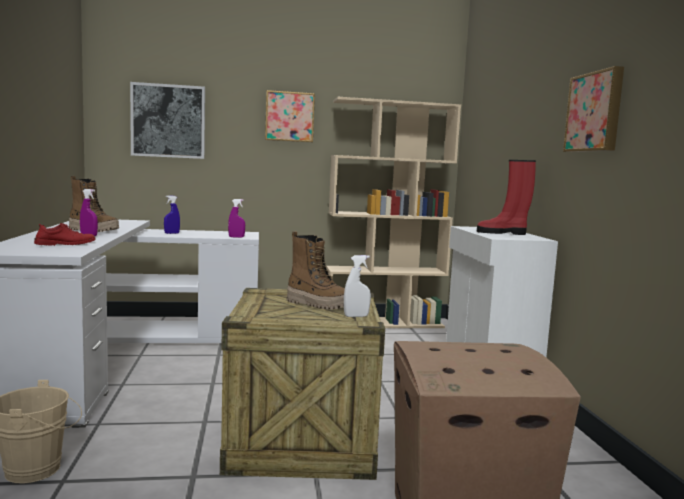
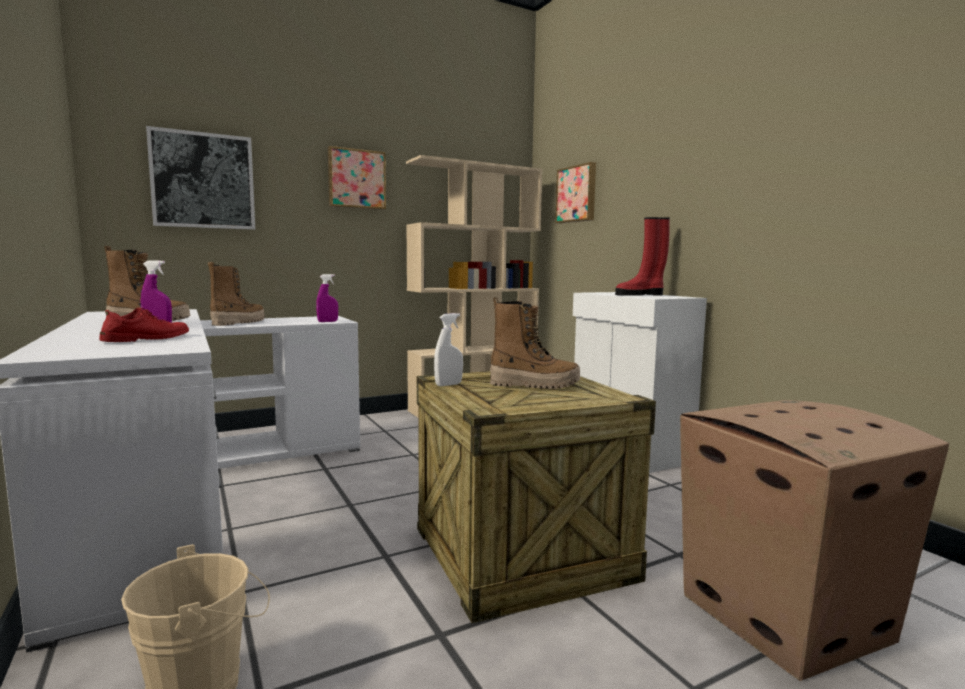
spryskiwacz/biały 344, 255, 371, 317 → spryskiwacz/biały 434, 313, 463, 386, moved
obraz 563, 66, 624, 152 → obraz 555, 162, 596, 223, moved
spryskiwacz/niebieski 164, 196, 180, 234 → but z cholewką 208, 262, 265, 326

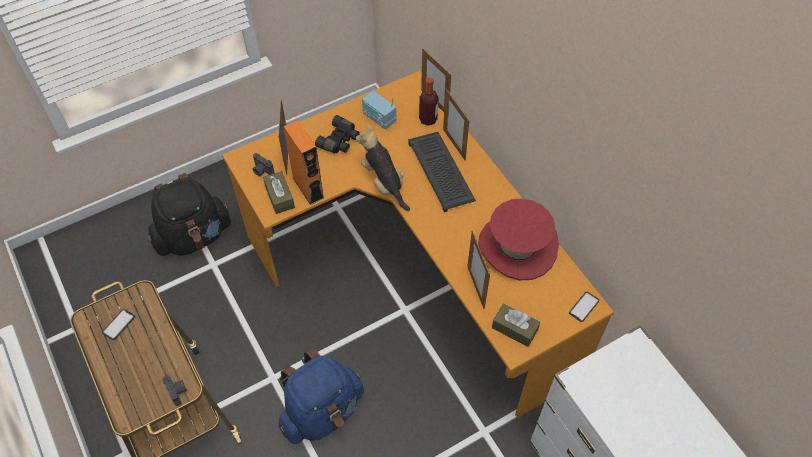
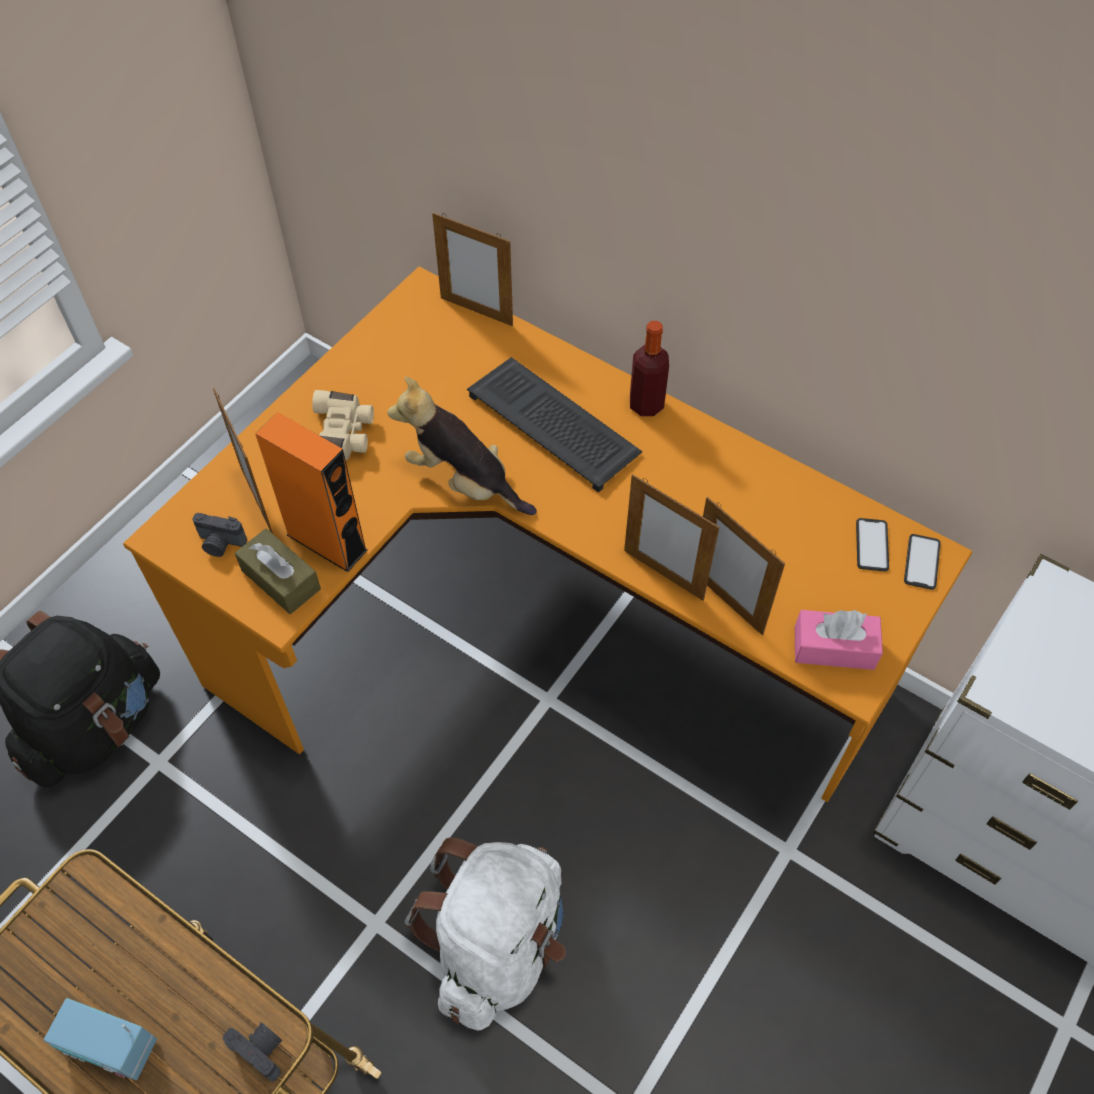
kapelusz/czerwony 478, 198, 559, 280 → -
telefon 102, 309, 135, 340 → telefon 856, 518, 889, 571, moved
radio 362, 90, 396, 130 → radio 44, 998, 157, 1080, moved
butelka 419, 77, 439, 126 → butelka 630, 321, 669, 416, moved
ramka na zdjęcie 443, 89, 469, 161 → ramka na zdjęcie 624, 474, 719, 601, moved
plecak/niebieski 279, 348, 364, 444 → plecak/biały 404, 837, 566, 1031
lornetka/czarny 315, 115, 360, 153 → lornetka/beżowy 312, 390, 374, 461
pudełko chusteczek/brązowy 492, 304, 540, 347 → pudełko chusteczek/różowy 795, 610, 883, 670

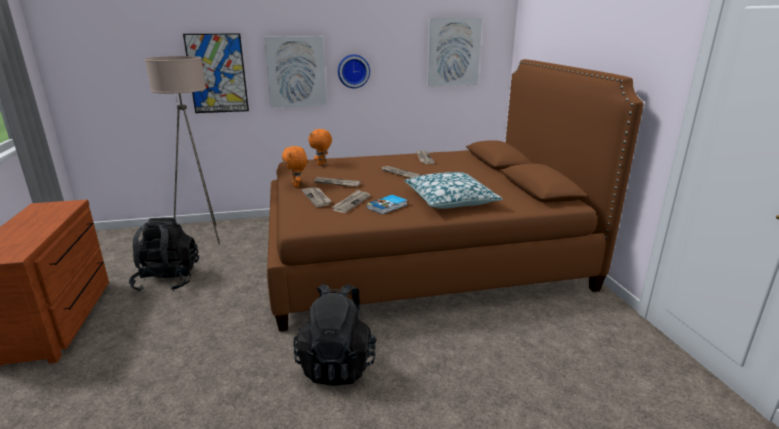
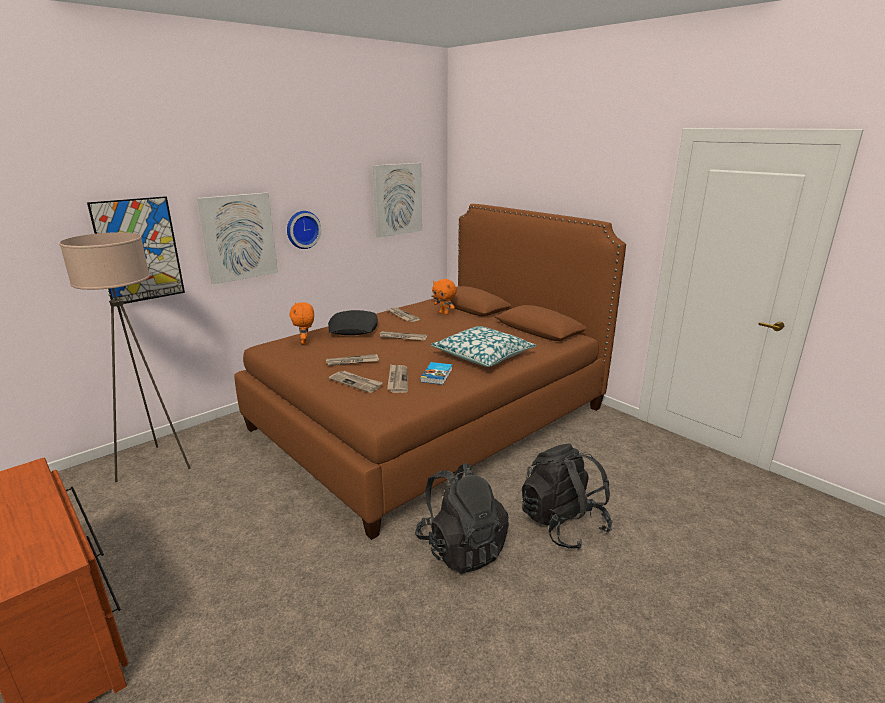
- → poduszka/czarny 328, 310, 378, 335
plecak/czarny 129, 218, 199, 292 → plecak/czarny 522, 443, 612, 549, moved
pluszak/pomarańczowy 282, 146, 307, 187 → pluszak/pomarańczowy 432, 279, 457, 315, moved

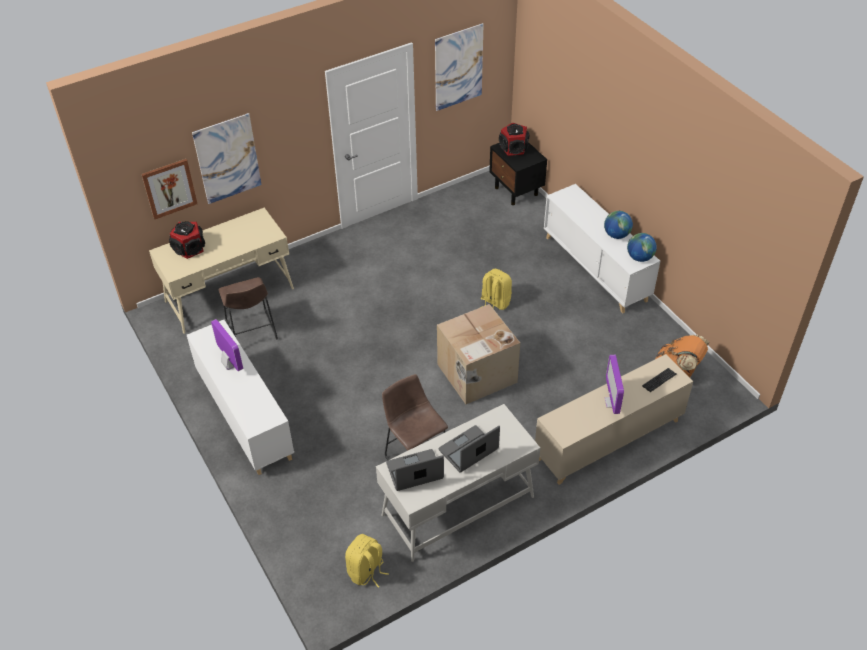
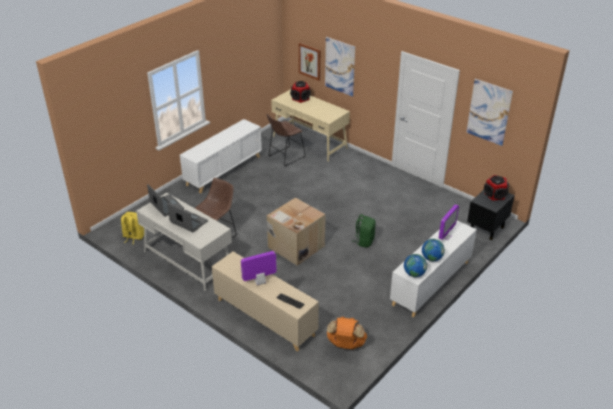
monitor 211, 319, 243, 371 → monitor 439, 204, 459, 240, moved
plecak/żółty 480, 269, 512, 310 → plecak/zielony 354, 214, 376, 247

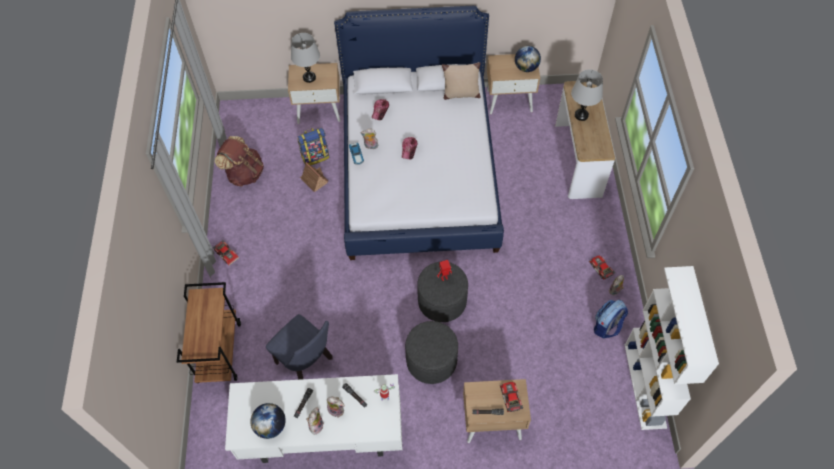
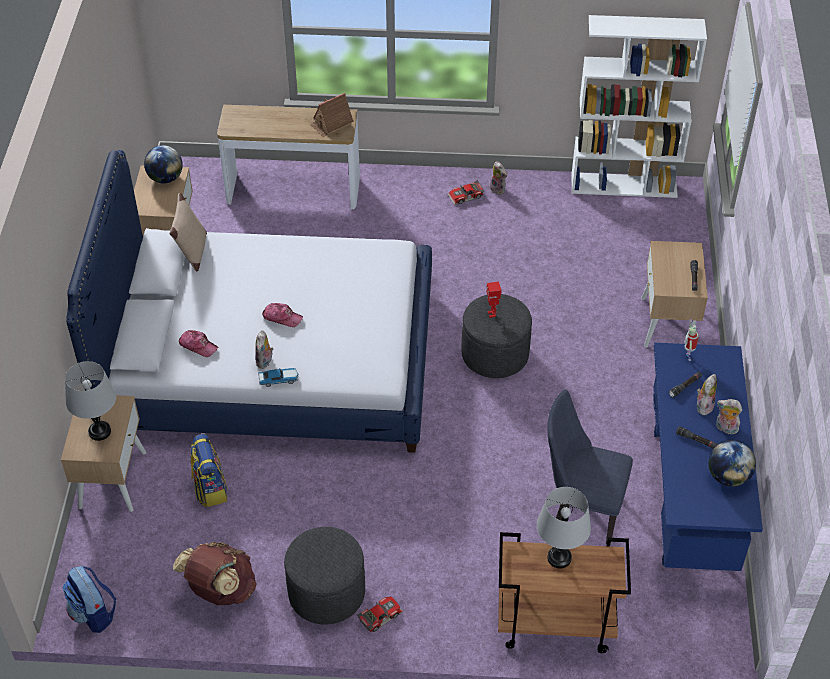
samochodzik 500, 382, 523, 412 → -
domek 300, 162, 328, 192 → domek 310, 93, 354, 137, moved
pufa/szary 405, 321, 458, 384 → pufa/szary 284, 527, 365, 625, moved
lampa stołowa/szary 571, 70, 603, 121 → lampa stołowa/szary 537, 487, 591, 569, moved
plecak 594, 300, 628, 338 → plecak 63, 566, 116, 633, moved
biurko/biały 225, 374, 402, 463 → biurko/niebieski 653, 343, 763, 571
krzesło/niebieski 266, 314, 333, 380 → krzesło/niebieski 547, 389, 633, 544, 120 degrees counterclockwise

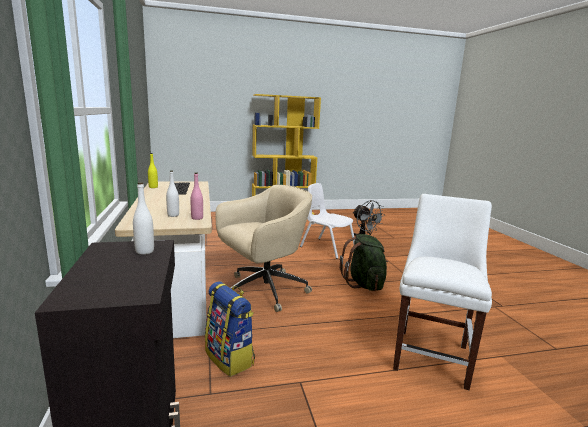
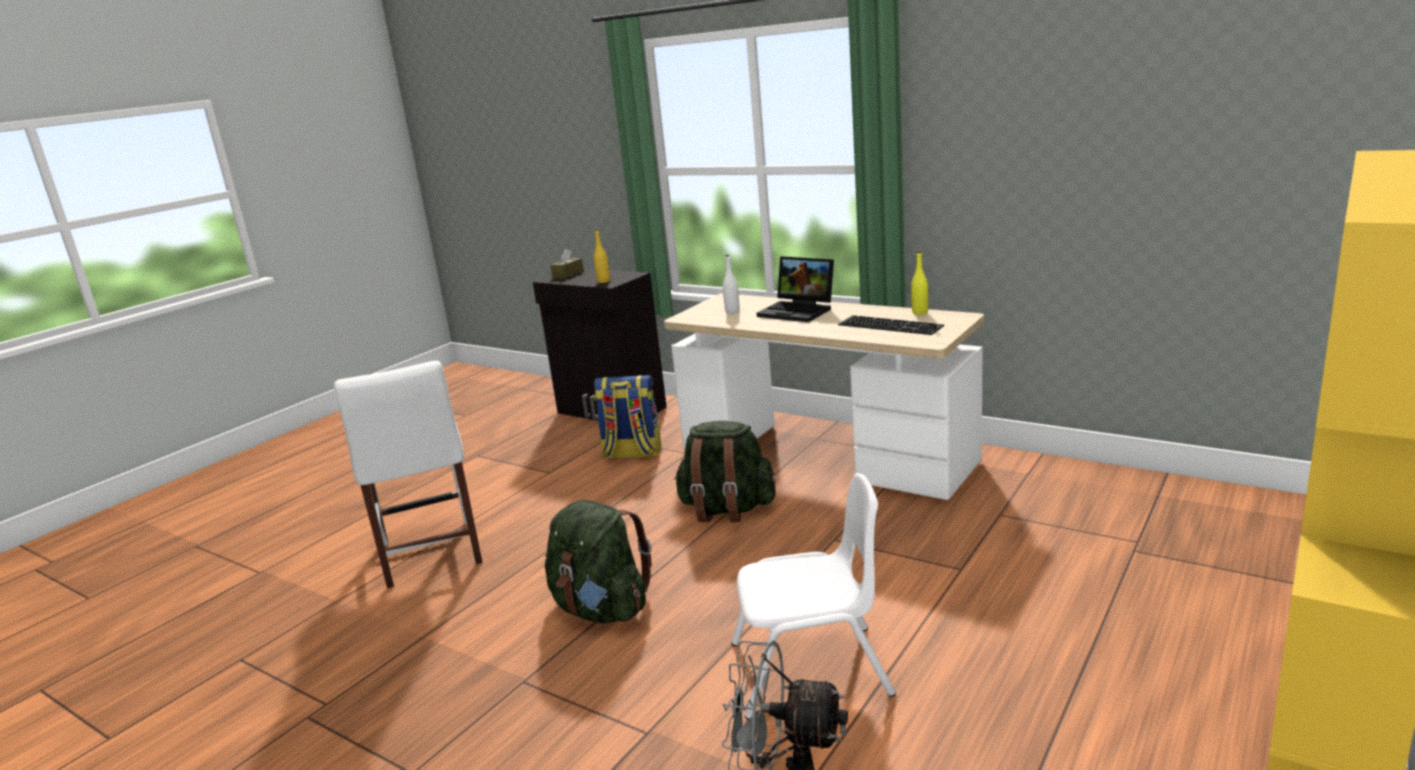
butelka/różowy 191, 173, 203, 220 → -
- → pudełko chusteczek/brązowy 550, 249, 584, 279
- → laptop 757, 256, 834, 322
krzesło biurowe/beżowy 215, 185, 312, 312 → plecak/zielony 674, 421, 776, 522
butelka/biały 133, 182, 154, 255 → butelka/żółty 594, 229, 610, 283

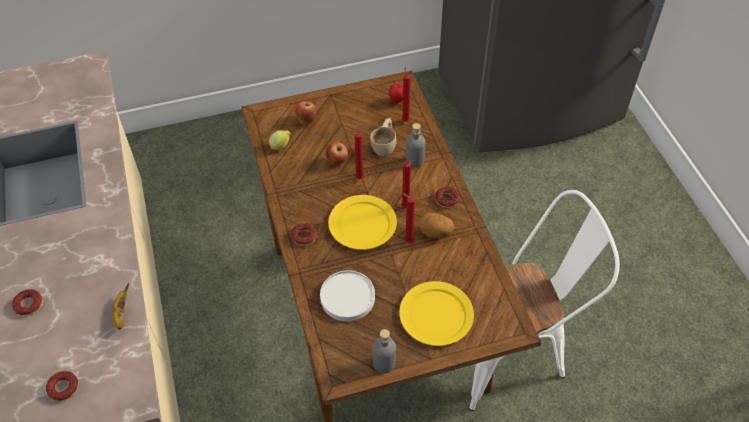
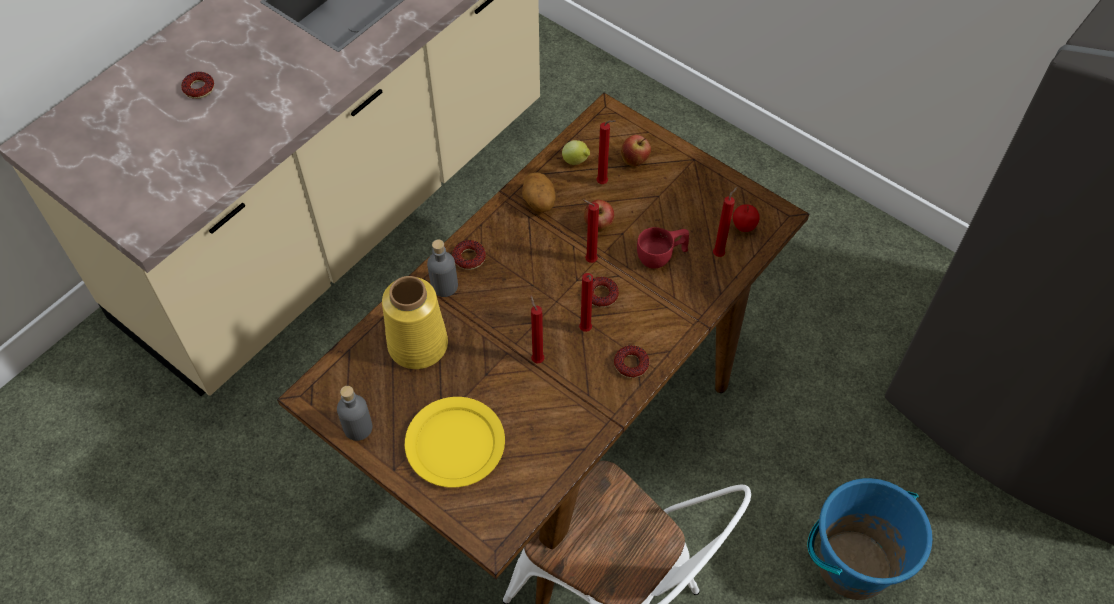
banan 113, 283, 129, 330 → -
talerz/żółty 328, 195, 397, 250 → -
- → świeca/czerwony 596, 120, 616, 184
- → wiadro/niebieski 807, 478, 932, 600
donut 46, 371, 78, 401 → donut 592, 277, 619, 307, moved
butelka/szary 406, 123, 426, 168 → butelka/szary 427, 239, 458, 297, moved
ziemniak 418, 213, 454, 238 → ziemniak 522, 172, 556, 212, moved
talerz/biały 320, 270, 375, 322 → wazon/żółty 382, 276, 448, 369
filiżanka/beżowy 370, 118, 397, 156 → filiżanka/czerwony 637, 227, 689, 269

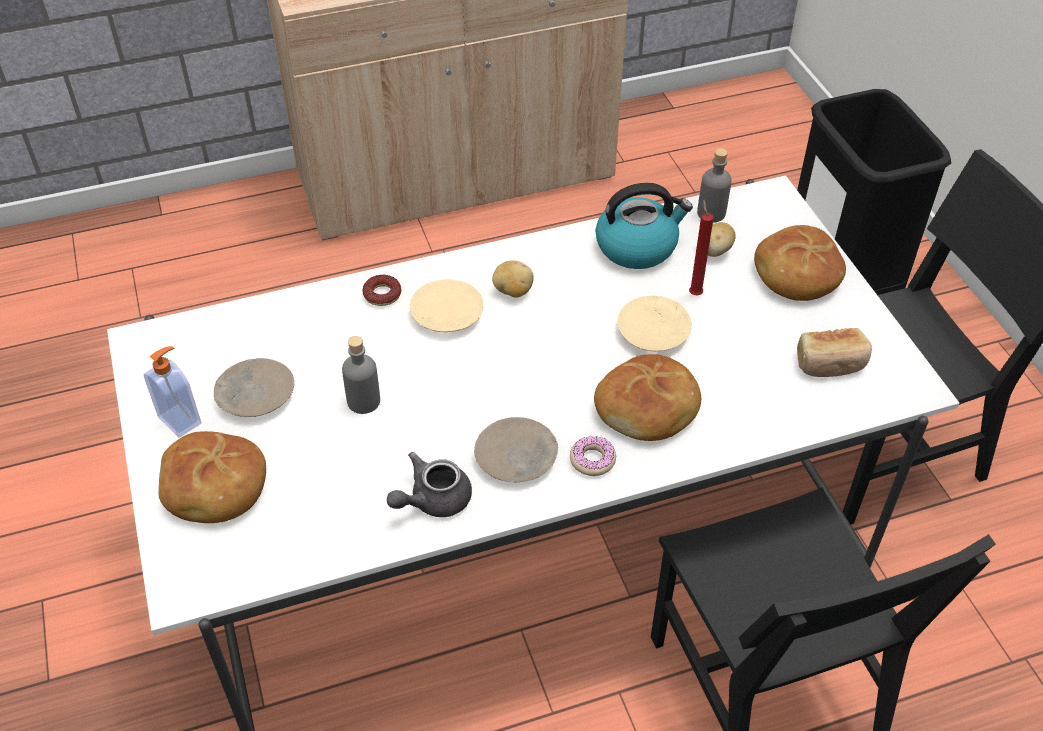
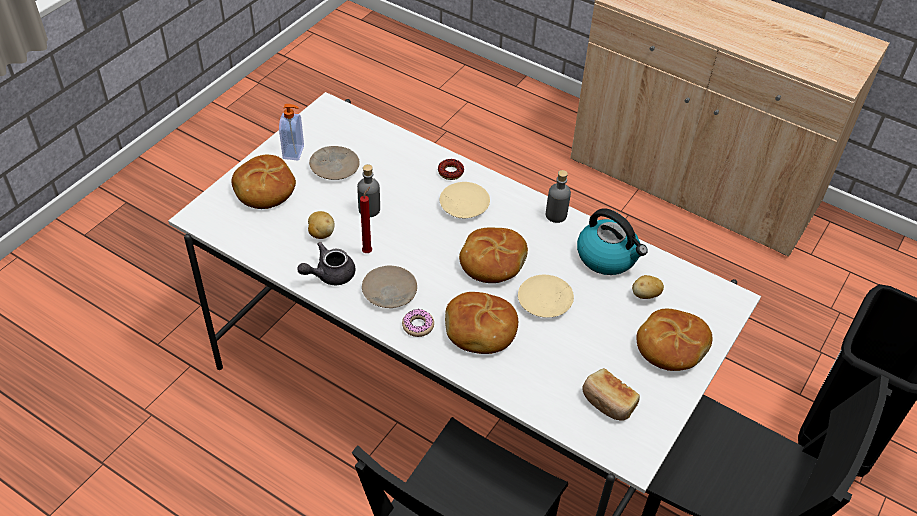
- → chleb 459, 228, 528, 283
ziemniak 492, 261, 534, 298 → ziemniak 308, 211, 335, 239, moved
świeca/czerwony 689, 199, 713, 295 → świeca/czerwony 360, 187, 372, 253, moved
butelka/szary 697, 148, 732, 223 → butelka/szary 546, 170, 571, 223, moved
imbryk/szary 387, 452, 472, 517 → imbryk/szary 297, 242, 356, 285, 45 degrees counterclockwise

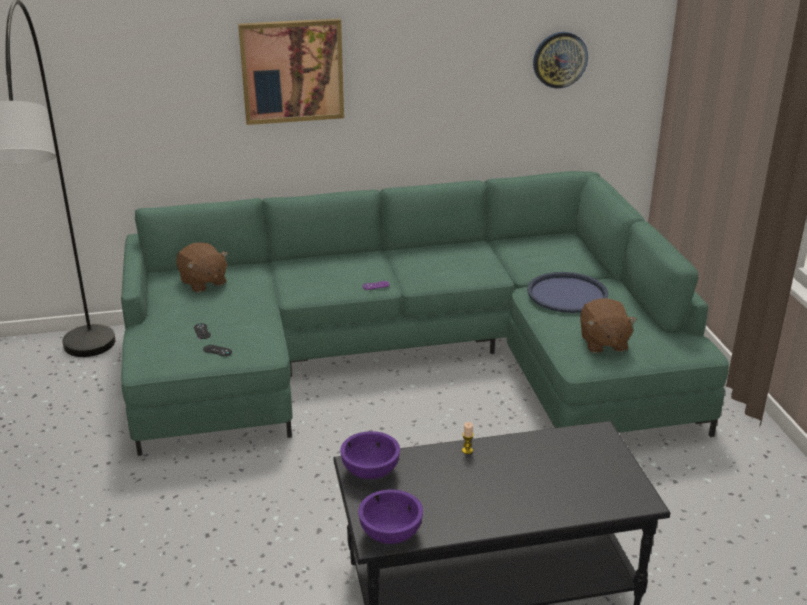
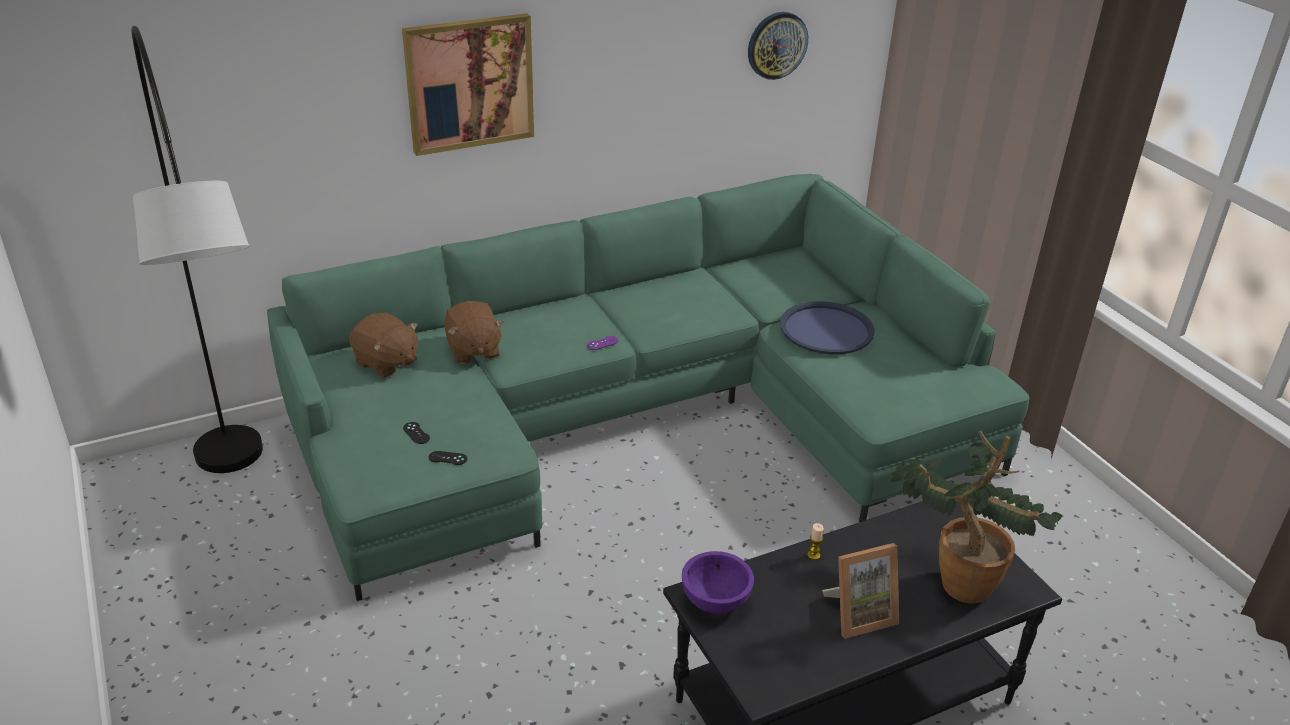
miska/fioletowy 358, 489, 423, 544 → -
- → ramka na zdjęcie 822, 543, 899, 639
- → roślina doniczkowa 891, 431, 1062, 604
pluszak/brązowy 580, 298, 637, 353 → pluszak/brązowy 444, 301, 504, 364, moved

